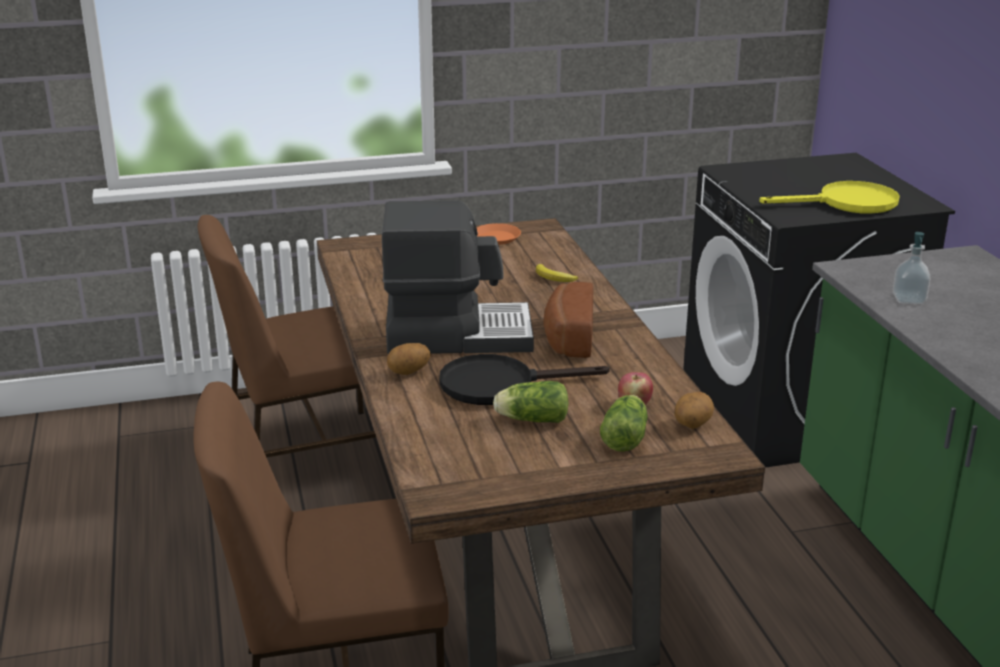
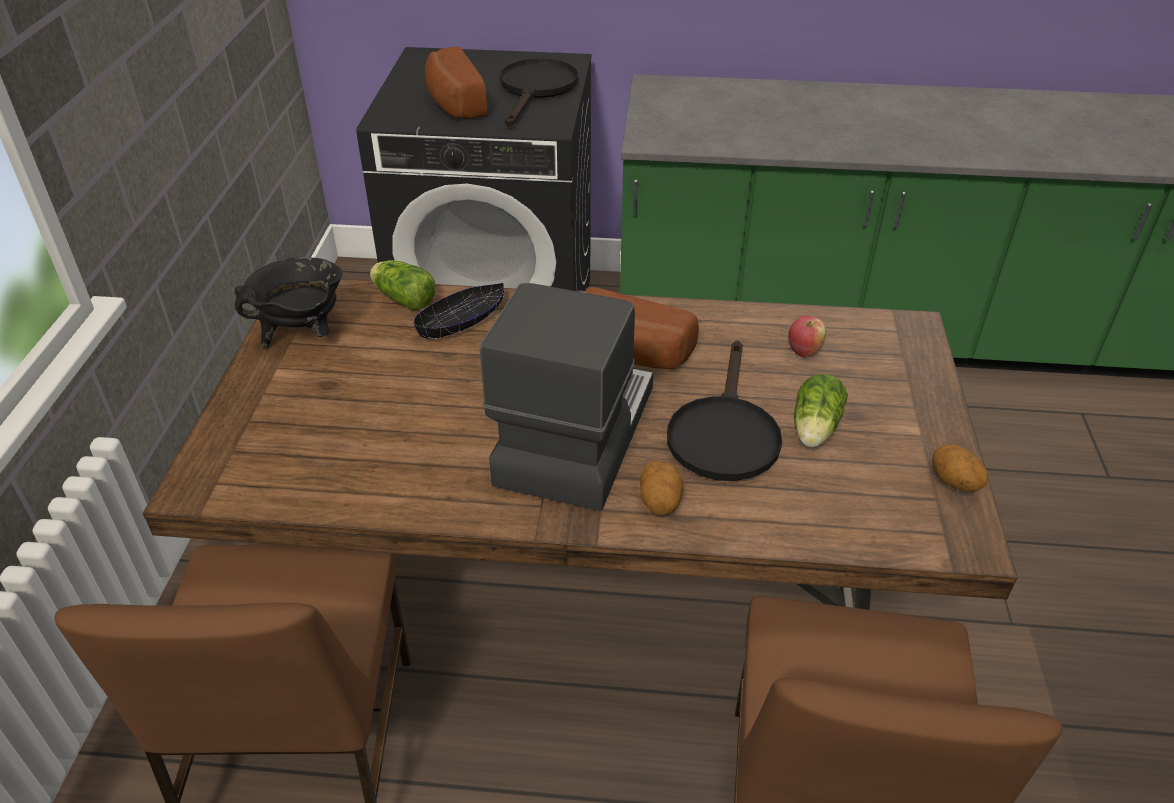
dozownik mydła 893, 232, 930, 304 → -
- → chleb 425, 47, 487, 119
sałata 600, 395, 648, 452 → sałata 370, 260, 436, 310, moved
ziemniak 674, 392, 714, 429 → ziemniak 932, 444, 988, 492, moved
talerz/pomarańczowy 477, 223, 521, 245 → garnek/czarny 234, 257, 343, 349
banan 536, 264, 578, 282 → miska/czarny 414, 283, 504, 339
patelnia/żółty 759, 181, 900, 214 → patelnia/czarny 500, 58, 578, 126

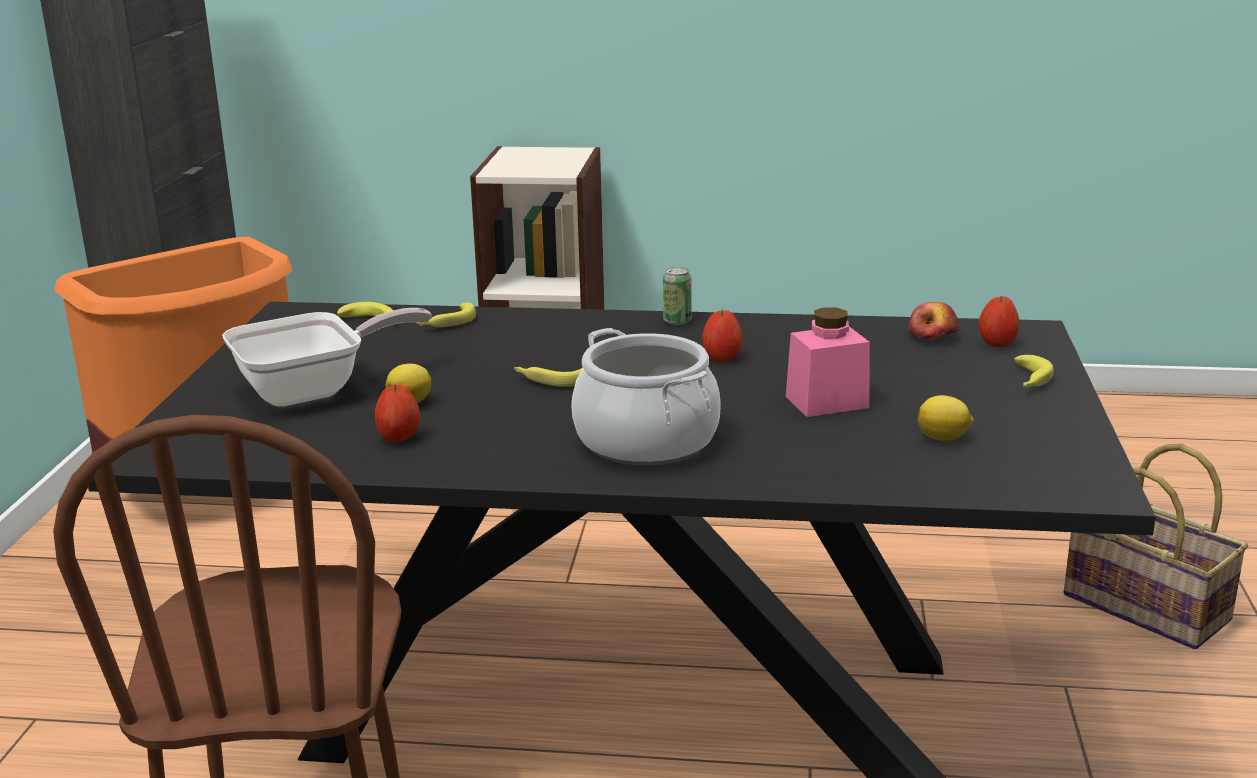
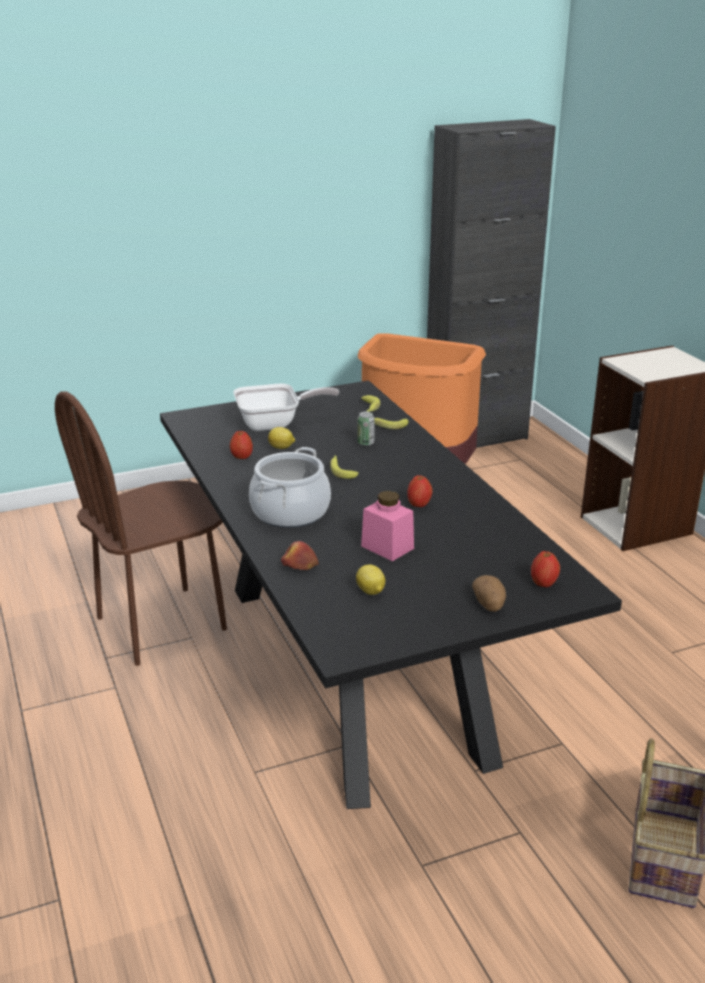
puszka 663, 267, 691, 325 → puszka 358, 412, 375, 446, moved
jabłko 909, 302, 960, 341 → jabłko 281, 541, 319, 570, moved
banan 1014, 355, 1054, 388 → ziemniak 472, 575, 506, 612
patelnia 222, 308, 432, 407 → patelnia 233, 384, 339, 431, 45 degrees counterclockwise

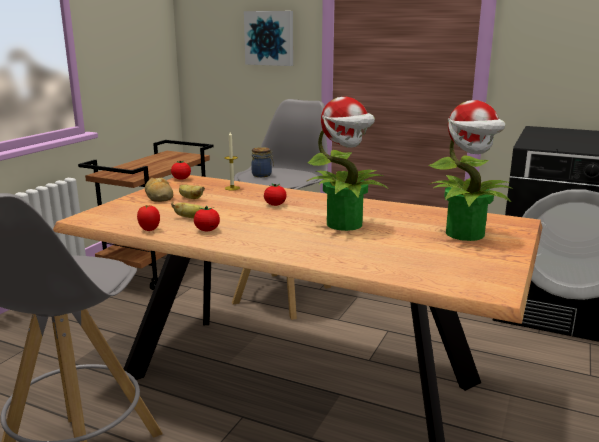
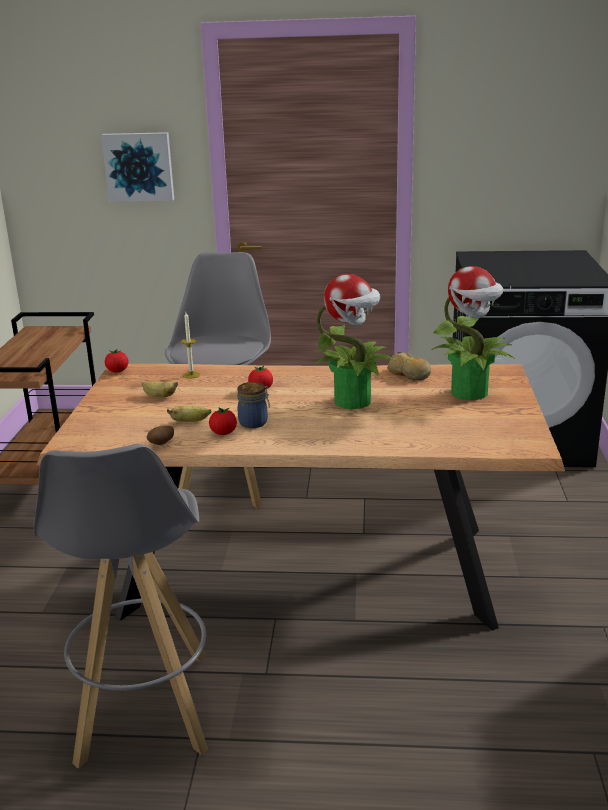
chleb 145, 177, 173, 202 → chleb 387, 352, 431, 380, moved
słoik 251, 147, 274, 177 → słoik 237, 382, 270, 428, moved
pomidor 137, 205, 160, 231 → ziemniak 147, 426, 174, 445

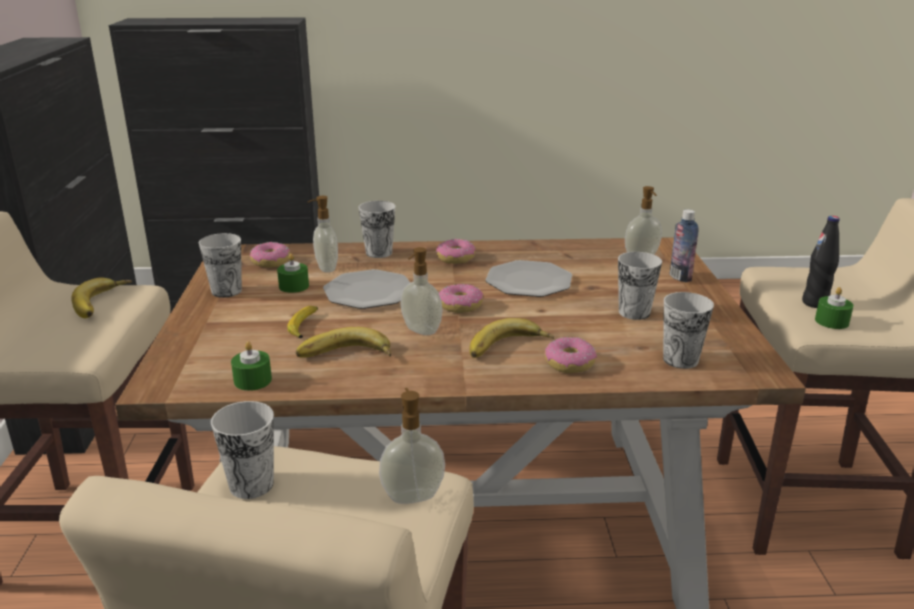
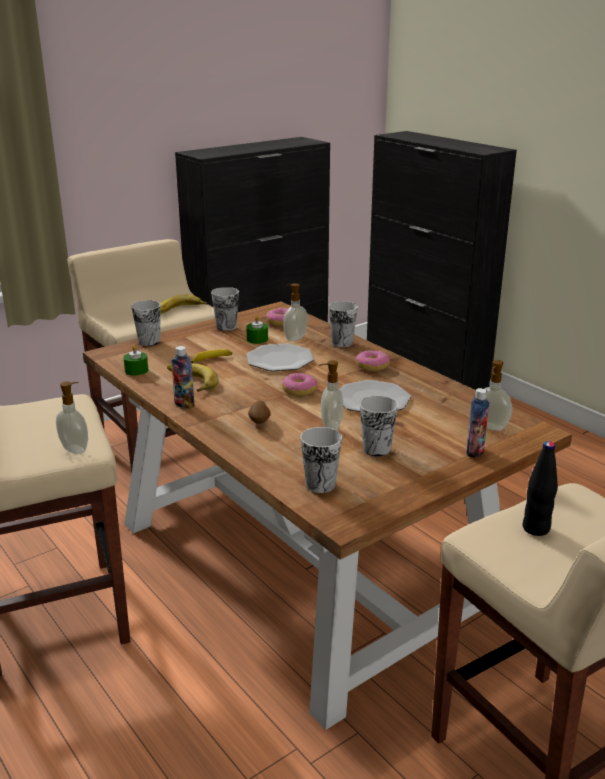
donut 545, 337, 597, 373 → -
świeca/zielony 815, 287, 854, 329 → -
- → butelka 171, 346, 195, 408
filiżanka 211, 401, 274, 499 → filiżanka 131, 300, 161, 346, moved
dozownik mydła 400, 247, 442, 335 → dozownik mydła 319, 360, 343, 430, moved
banan 469, 318, 554, 358 → ziemniak 248, 401, 271, 424

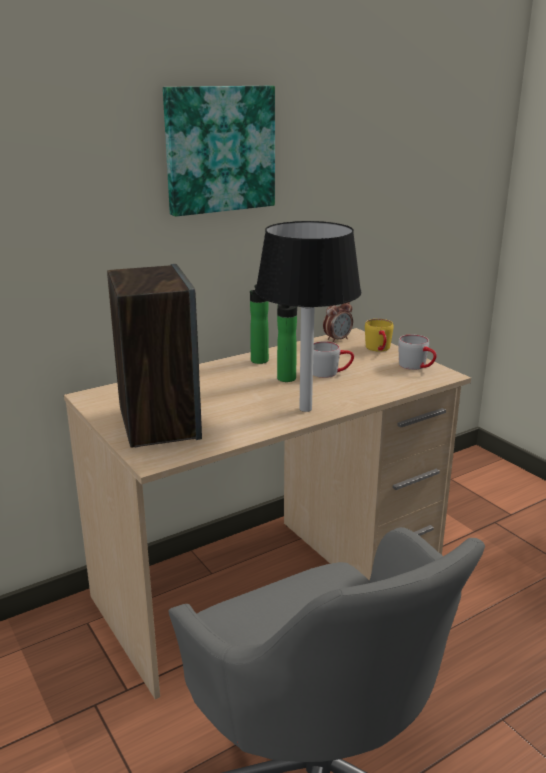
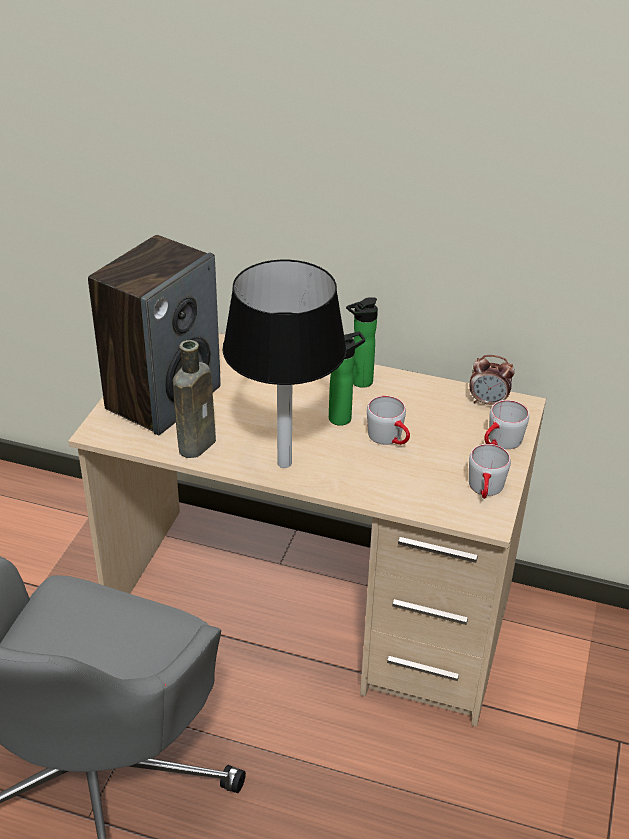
obraz 163, 86, 275, 217 → -
- → butelka/brązowy 173, 340, 216, 458
kubek/żółty 365, 319, 394, 351 → kubek/szary 484, 400, 529, 449

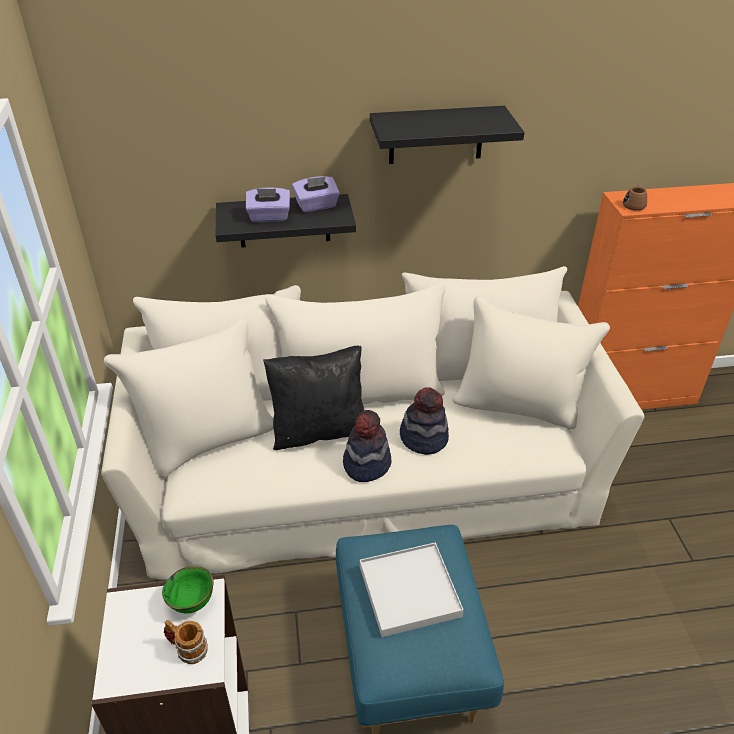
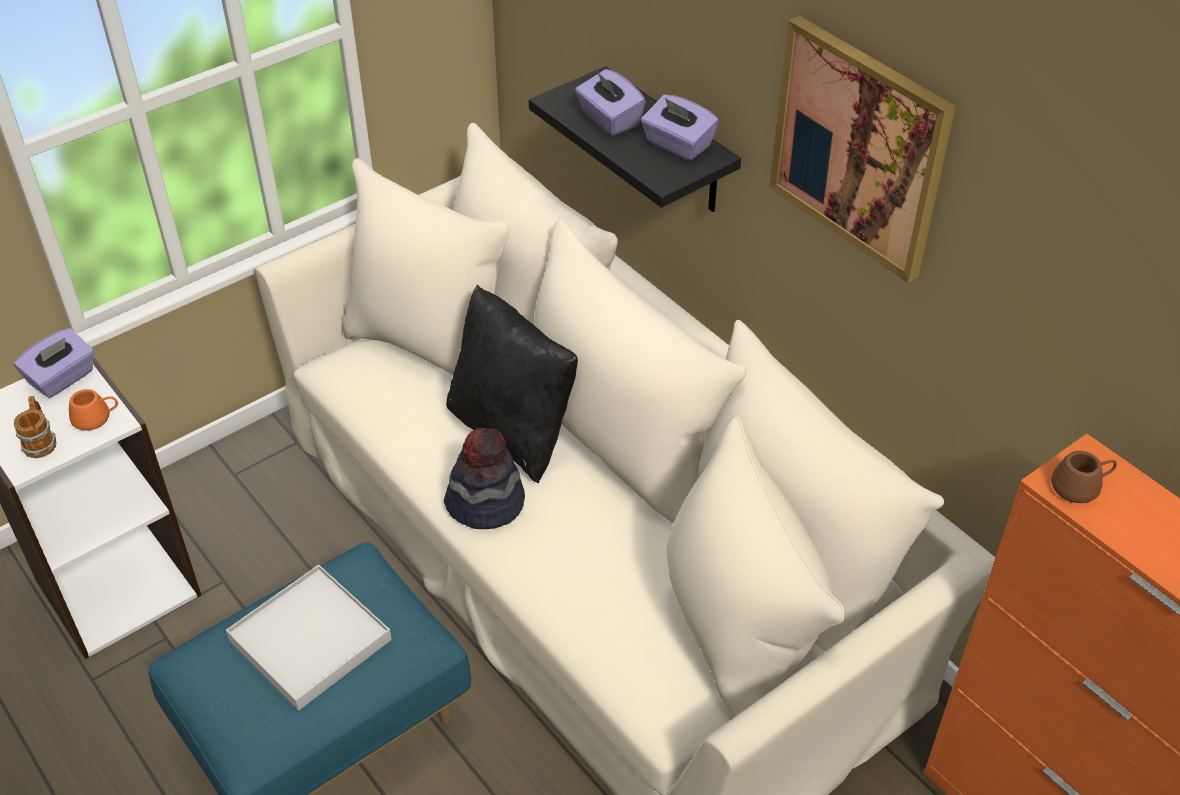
kapelusz 400, 387, 449, 455 → -
- → pudełko chusteczek/fioletowy 14, 328, 95, 398
miska/zielony 162, 566, 214, 613 → kubek/pomarańczowy 69, 389, 118, 431
półka/czarny 370, 106, 524, 164 → obraz 769, 16, 956, 283

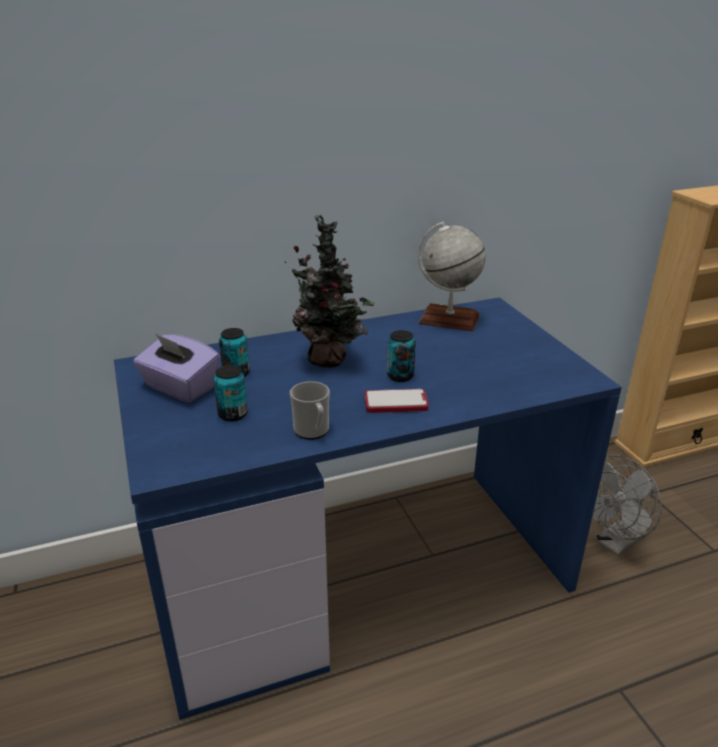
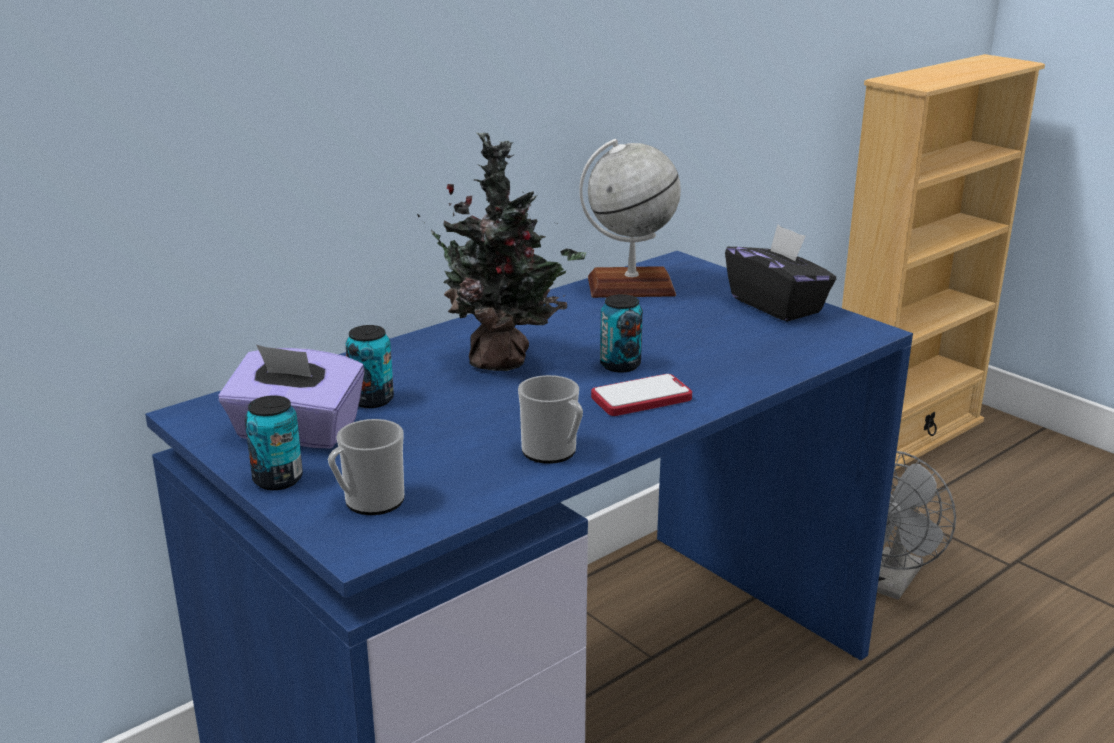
- → kubek 328, 419, 404, 515
- → pudełko chusteczek/czarny 725, 225, 836, 322
puszka 214, 365, 248, 422 → puszka 245, 395, 303, 490, moved

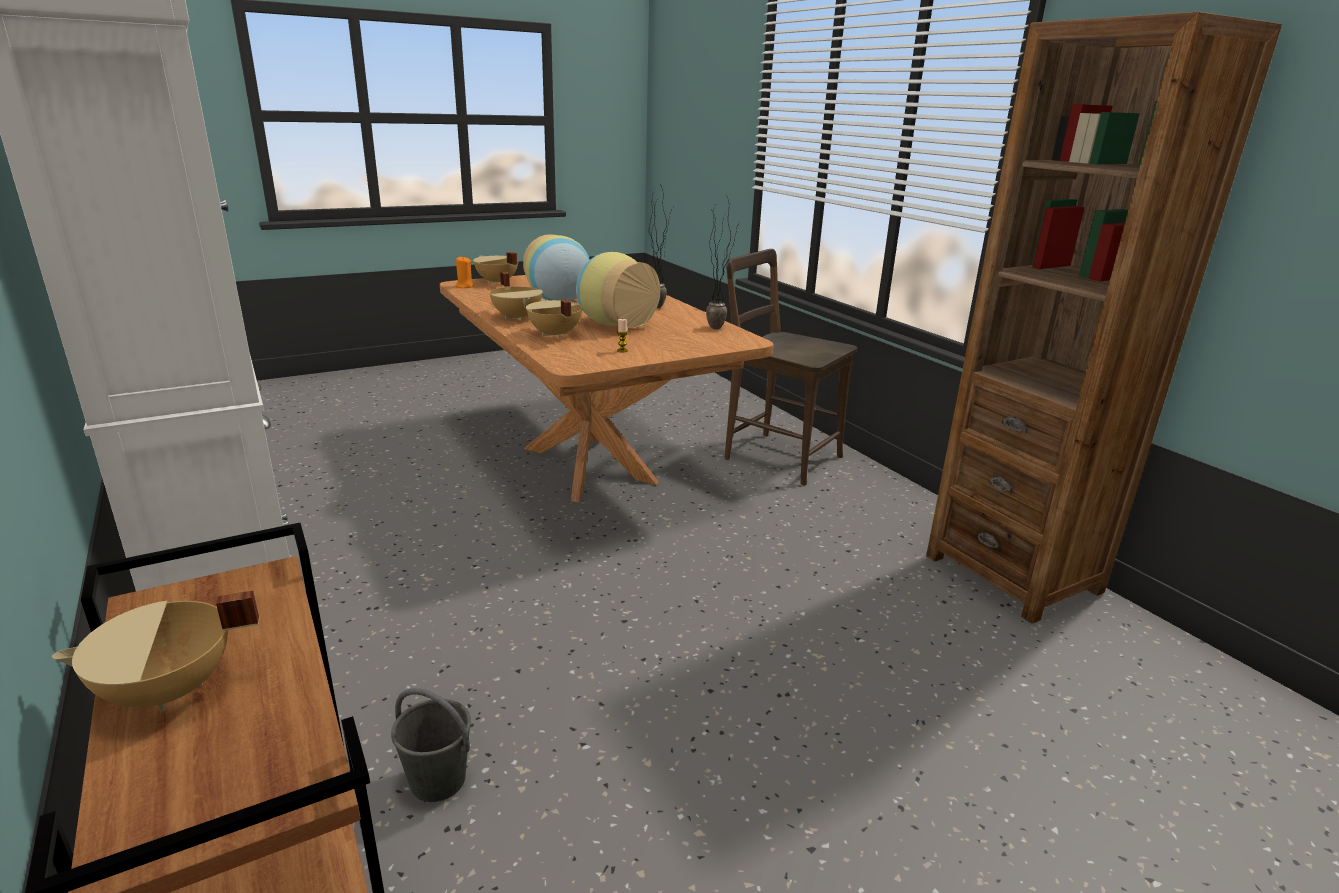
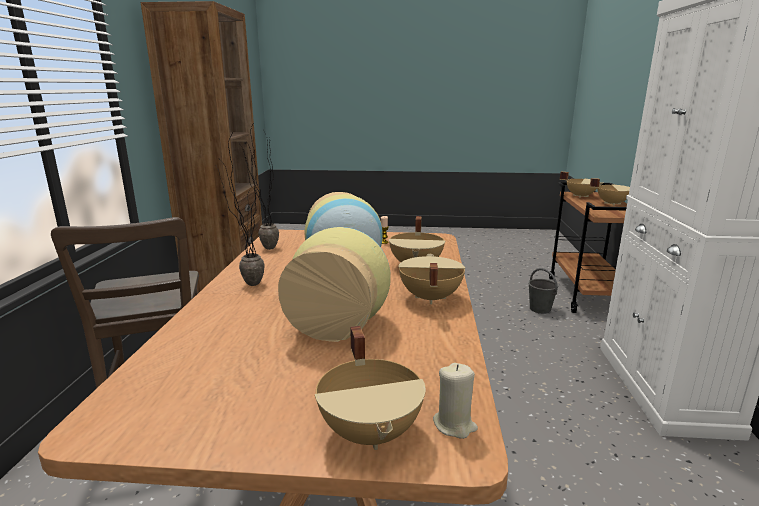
- → garnek/beżowy 560, 172, 603, 198
świeca/pomarańczowy 455, 256, 475, 288 → świeca/beżowy 433, 363, 478, 439

